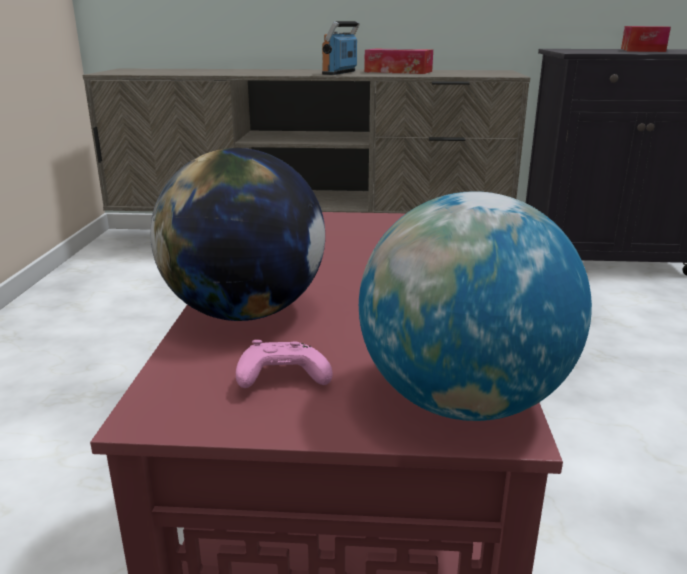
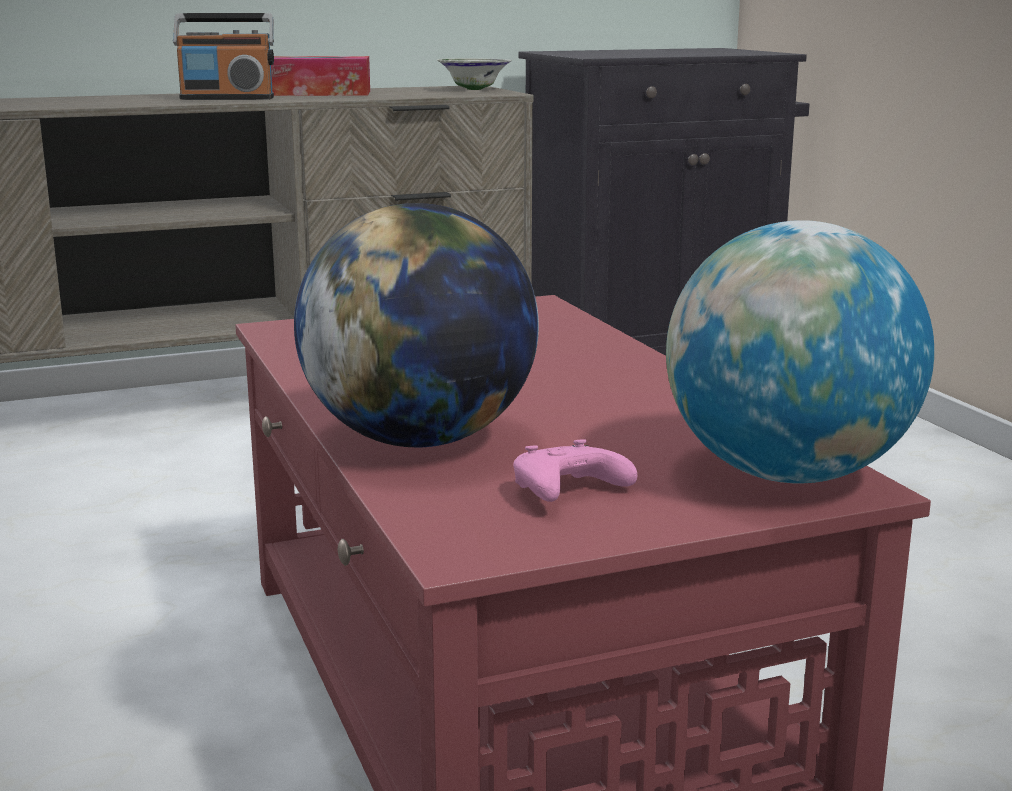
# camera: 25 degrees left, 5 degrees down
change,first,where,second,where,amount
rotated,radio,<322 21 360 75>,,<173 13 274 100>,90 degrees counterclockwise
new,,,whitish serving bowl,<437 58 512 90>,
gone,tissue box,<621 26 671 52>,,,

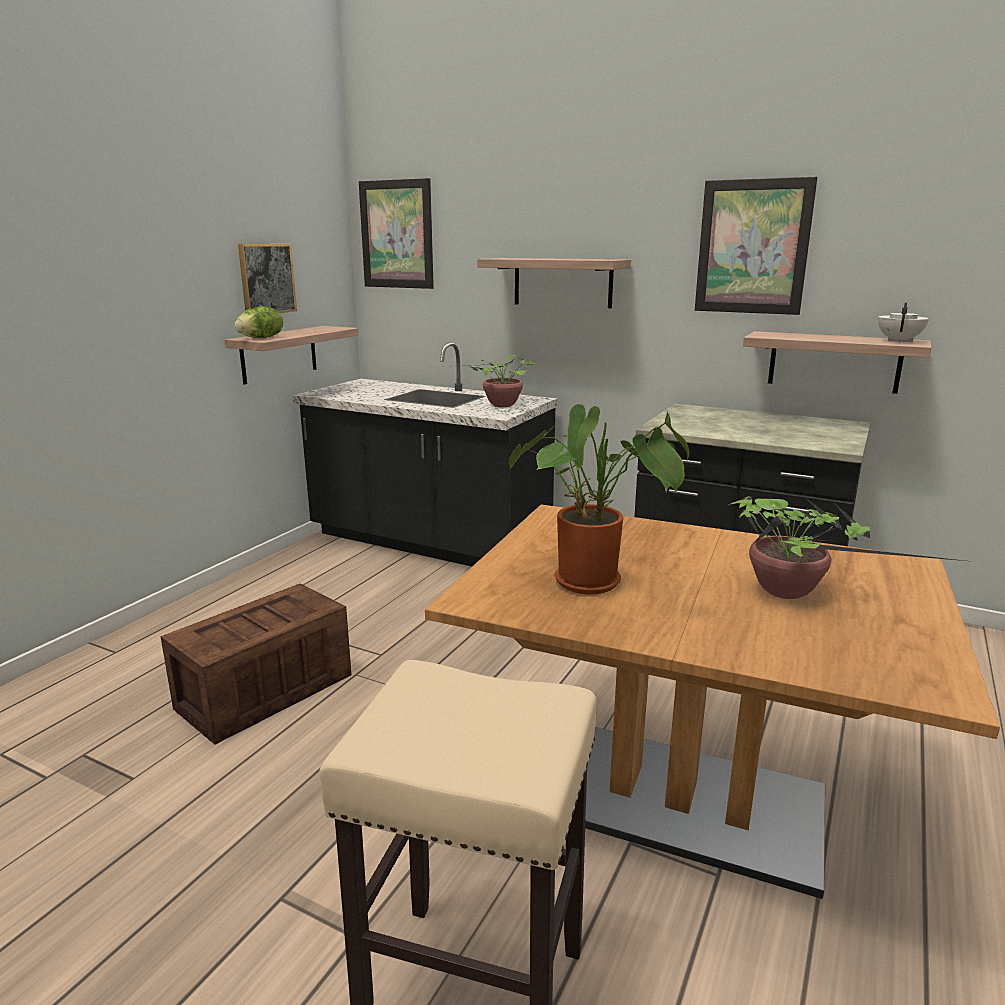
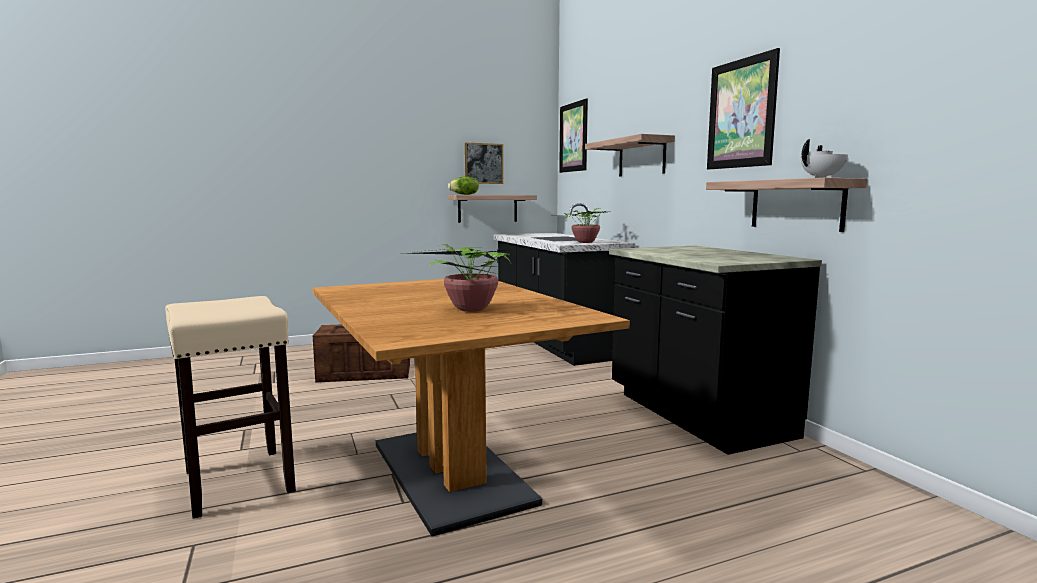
# camera: 40 degrees right, 10 degrees down
change,first,where,second,where,amount
gone,plant in a pot,<509 404 690 595>,,,

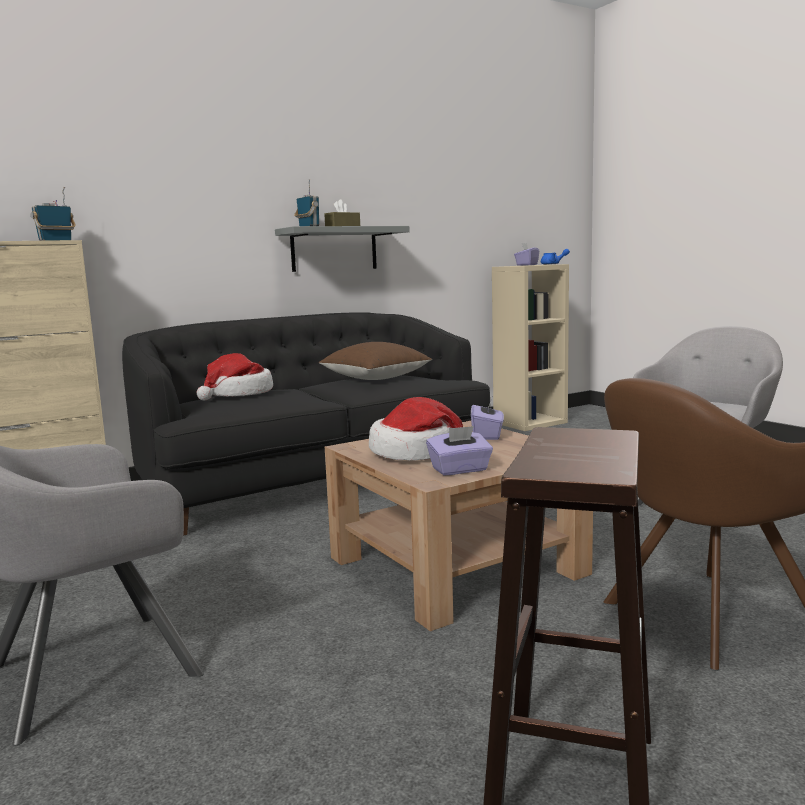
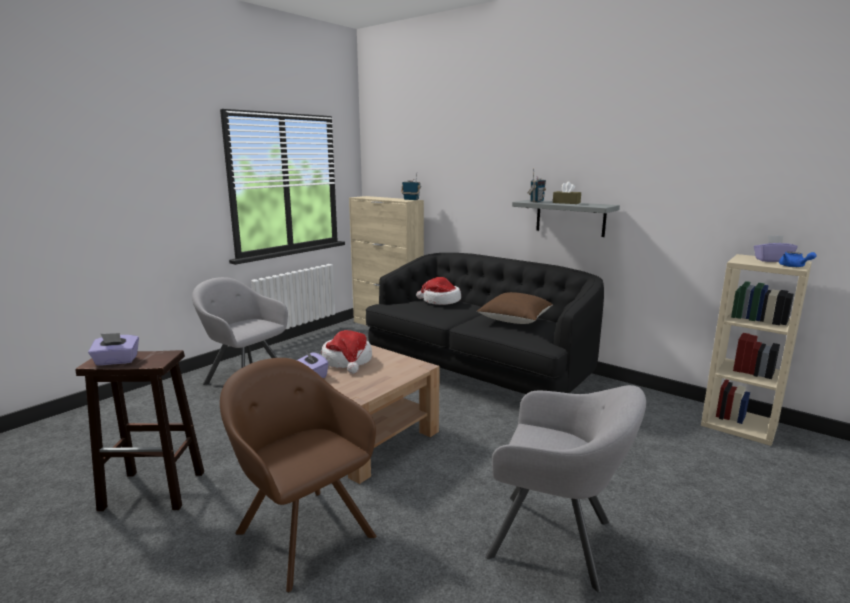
# camera: 70 degrees right, 5 degrees up
change,first,where,second,where,amount
shifted,purple-coloured tissue box,<471 399 504 440>,,<88 333 139 365>,

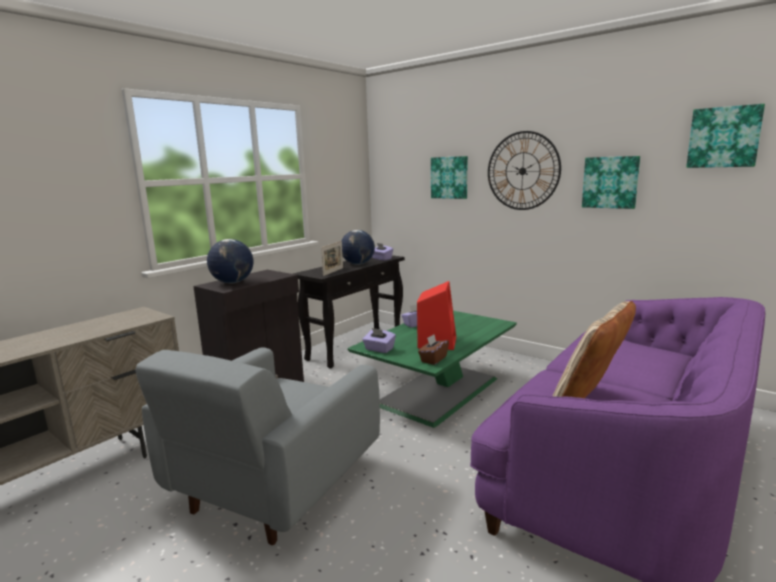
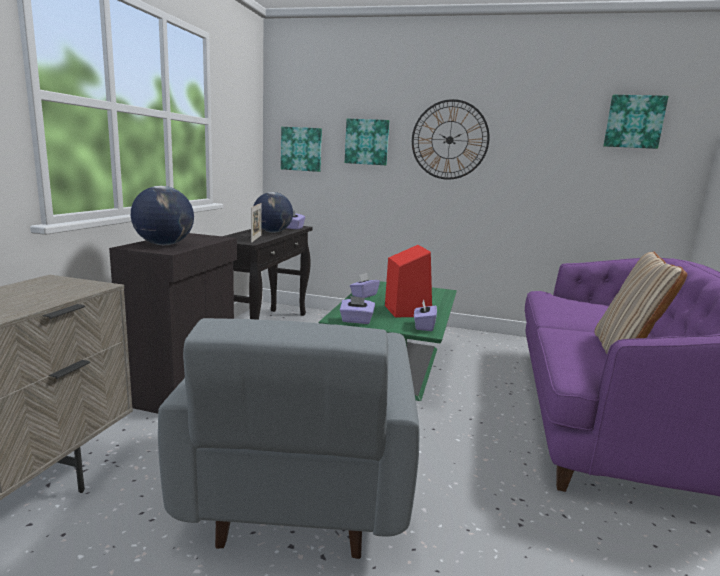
# camera: 25 degrees left, 0 degrees up
change,first,where,second,where,amount
shifted,picture,<582 156 640 209>,,<281 127 322 172>,
repainted,brown tissue box,<418 334 449 365>,purple-coloured tissue box,<414 300 437 331>,

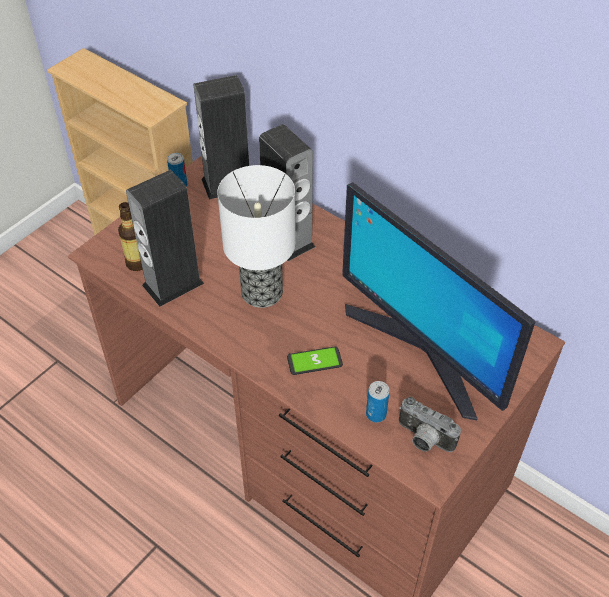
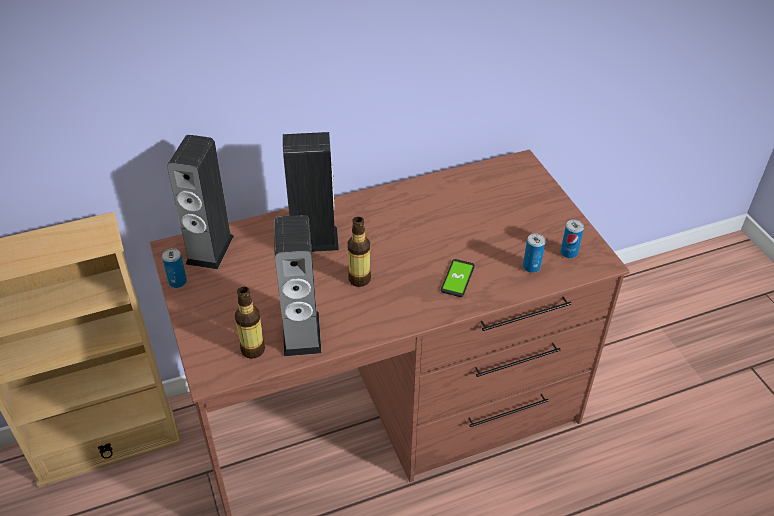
# camera: 60 degrees left, 5 degrees down
change,first,where,second,where,amount
swapped,table lamp,<217 165 296 308>,bottle,<347 217 371 287>,
swapped,photo camera,<399 397 461 452>,metal can,<561 220 584 258>,
gone,computer screen,<342 182 535 420>,,,

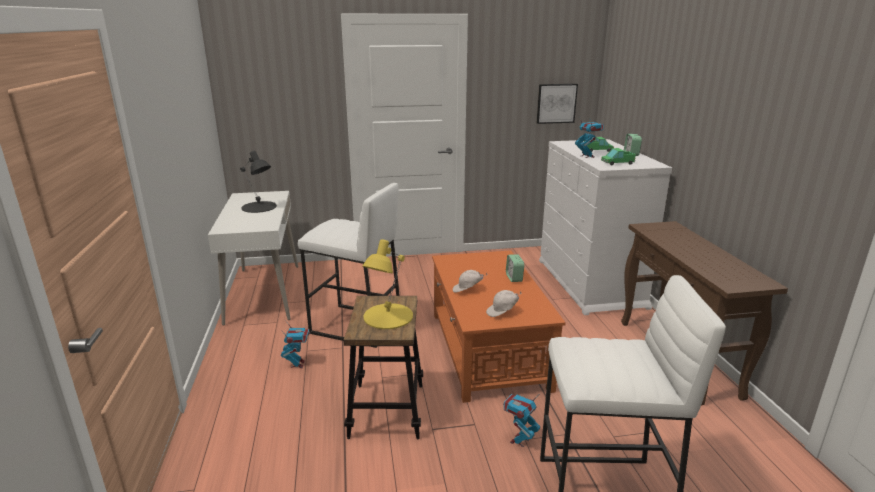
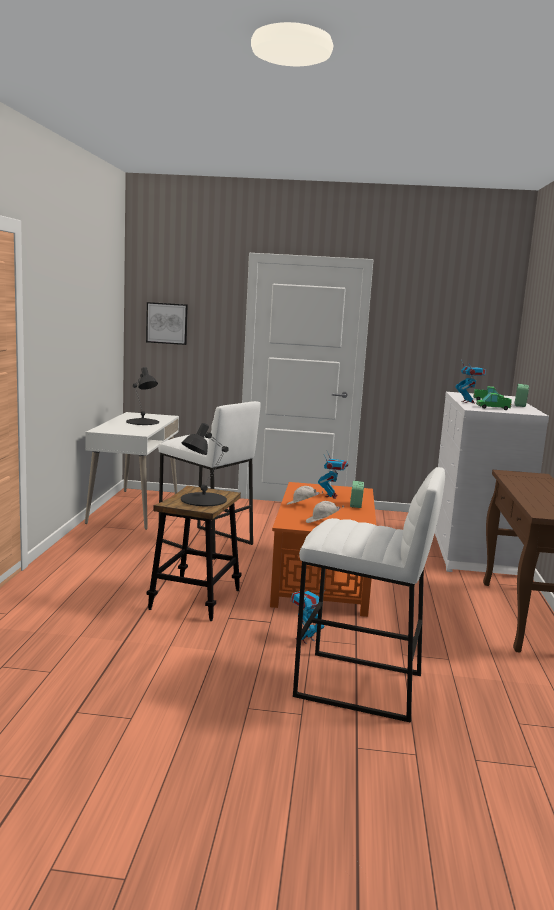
# camera: 15 degrees right, 10 degrees down
change,first,where,second,where,amount
shifted,picture,<537 84 578 124>,,<146 302 188 345>,
repainted,yellowish table lamp,<362 239 413 329>,blackish table lamp,<181 423 229 506>,
shifted,robot figure,<281 320 310 368>,,<318 452 348 499>,

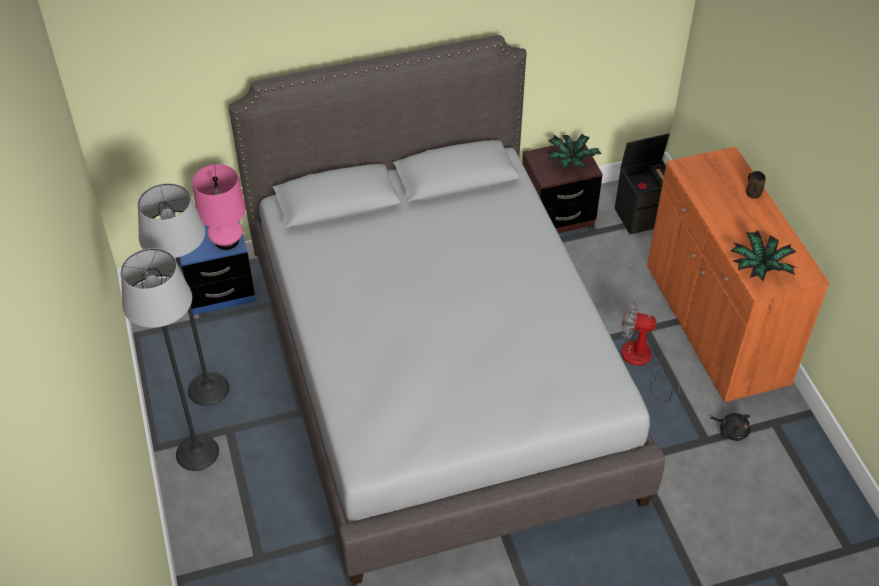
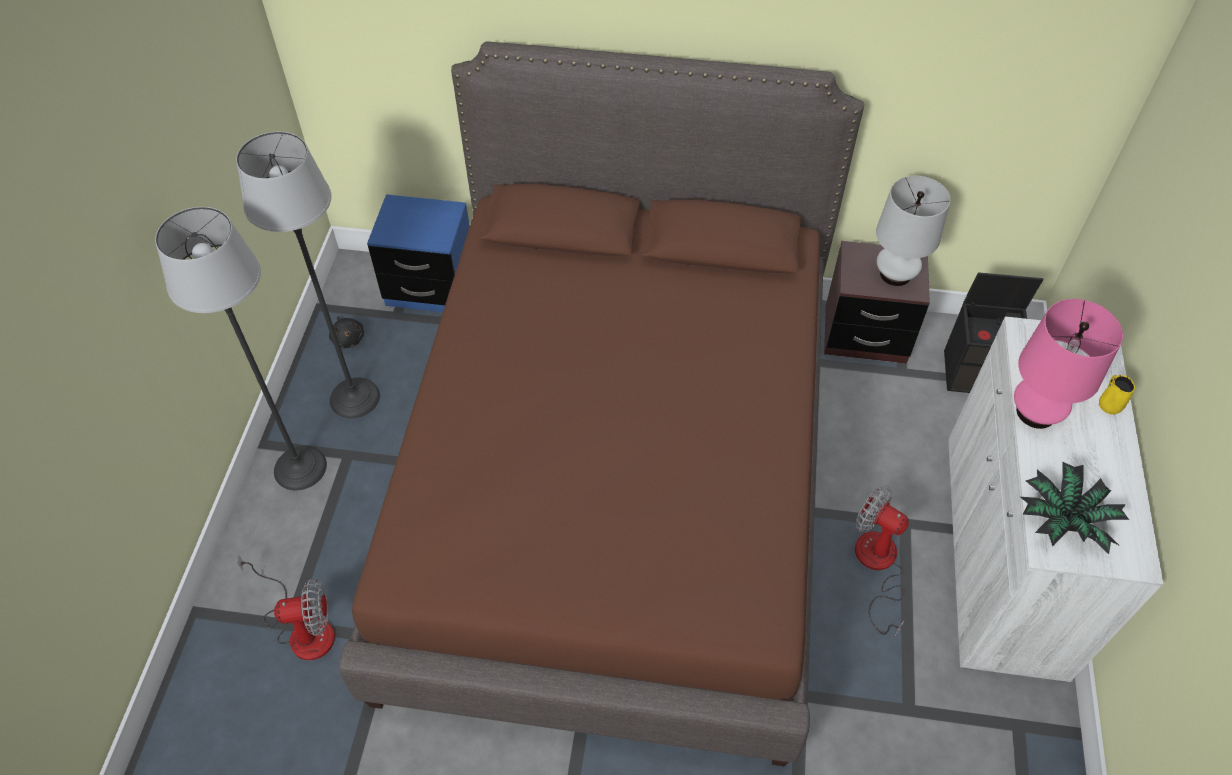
# camera: 25 degrees right, 5 degrees up
change,first,where,second,where,amount
new,,,cooling fan,<237 554 335 660>,
shifted,blackish soft toy,<710 413 750 441>,,<329 317 364 348>,
repainted,gray bedroom bed,<229 35 665 585>,brown bedroom bed,<339 42 864 766>,
swapped,plant in a pot,<545 134 602 171>,whitish table lamp,<876 176 950 286>,
repainted,orange-coloured cabinet,<647 146 830 403>,whitish cabinet,<948 316 1163 682>,
shifted,pinkish table lamp,<192 164 246 250>,,<1014 299 1123 429>,
repainted,brown tea mug,<746 171 766 199>,yellowish tea mug,<1099 375 1135 415>,

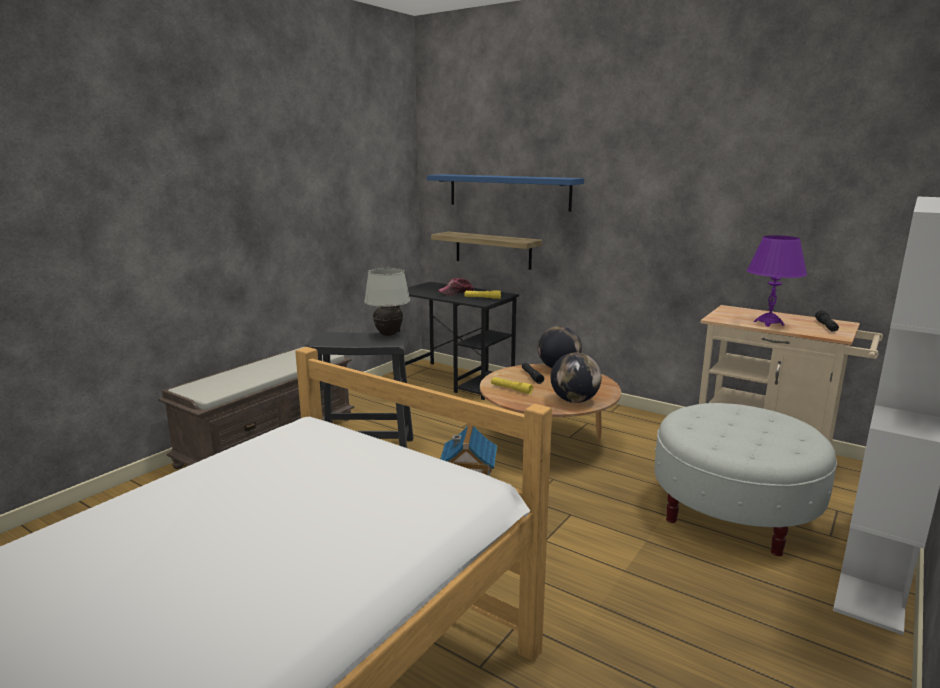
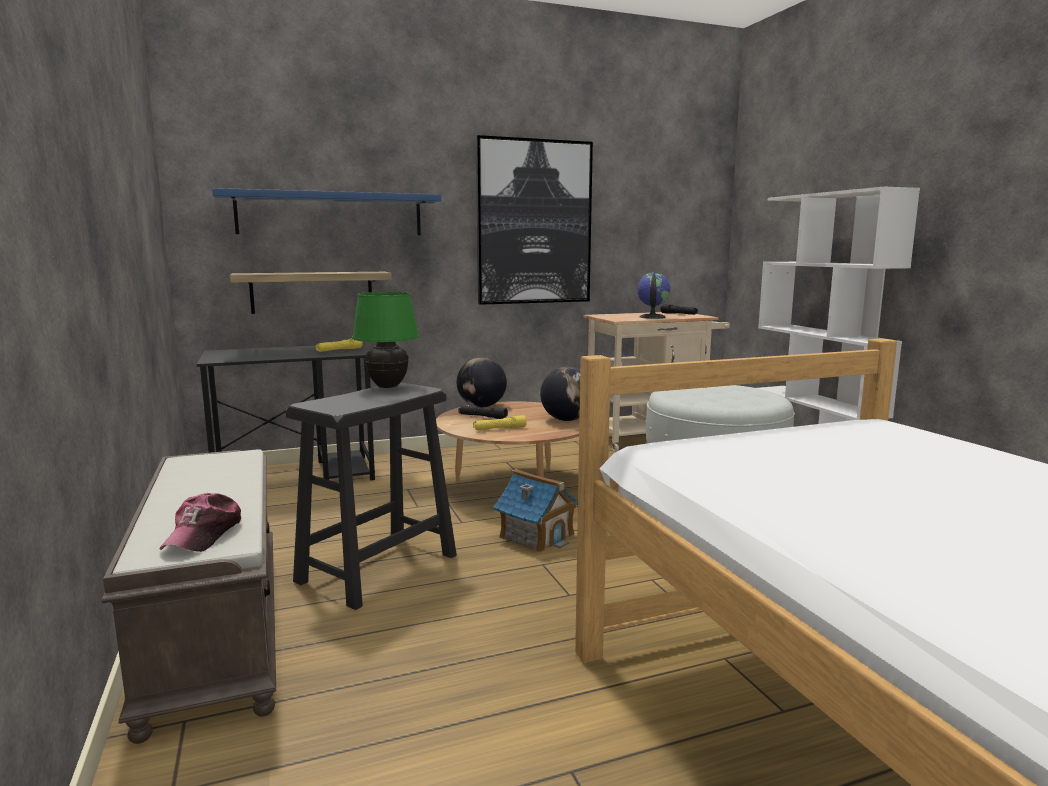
# camera: 55 degrees left, 5 degrees down
change,first,where,second,where,amount
shifted,cap,<438 278 474 296>,,<159 493 241 552>,
repainted,whitish table lamp,<364 268 410 336>,greenish table lamp,<352 292 419 388>,
new,,,picture,<476 135 593 305>,
swapped,purple-coloured table lamp,<747 235 807 327>,globe,<637 272 671 319>,

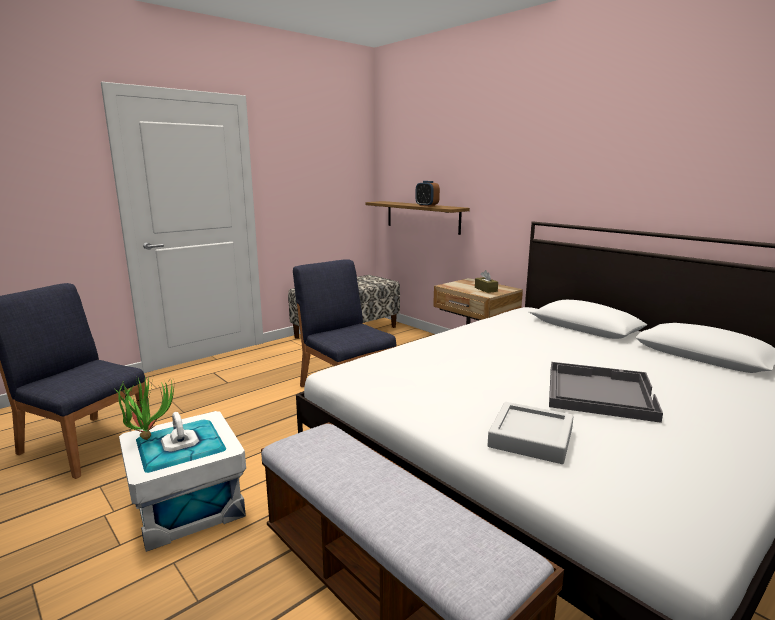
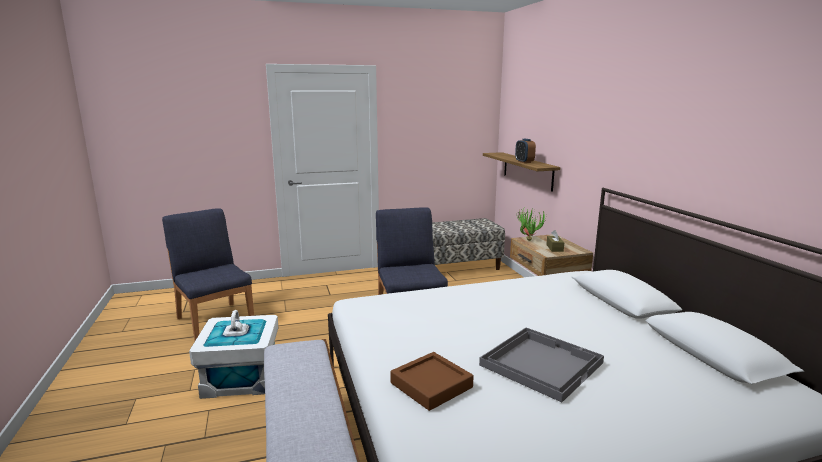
# camera: 25 degrees right, 0 degrees up
change,first,where,second,where,amount
repainted,gray tray,<488 402 574 464>,brown tray,<390 352 474 411>,
shifted,plant in a pot,<115 376 174 440>,,<516 209 547 241>,

